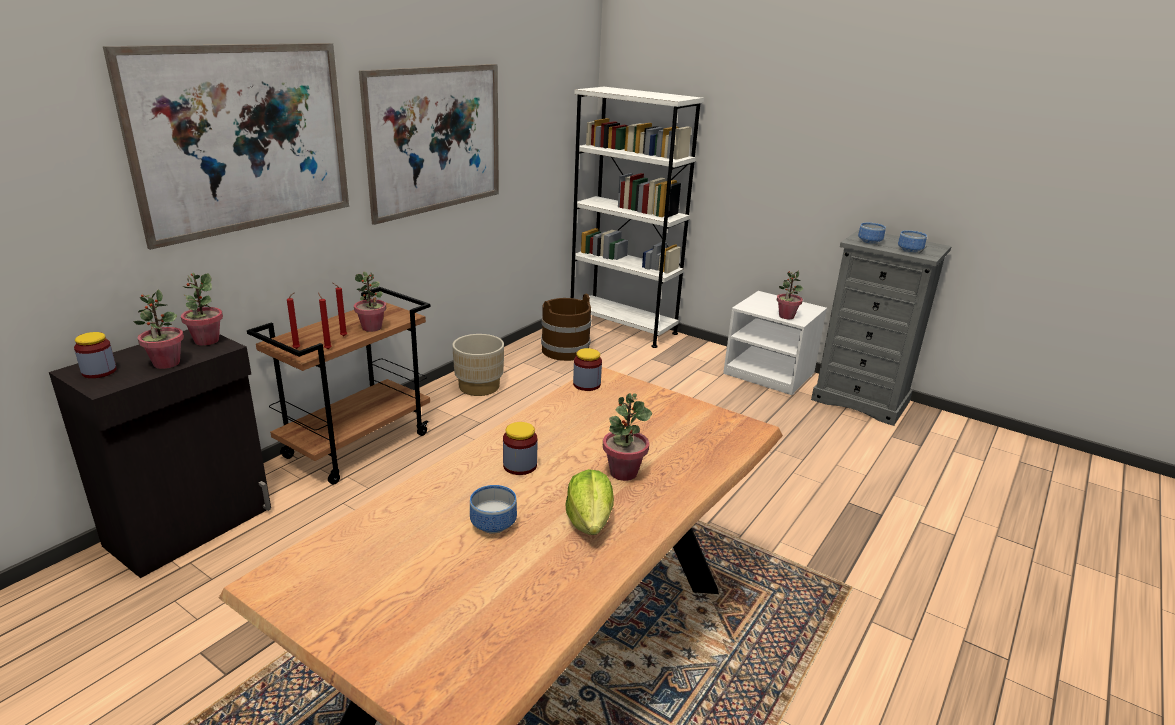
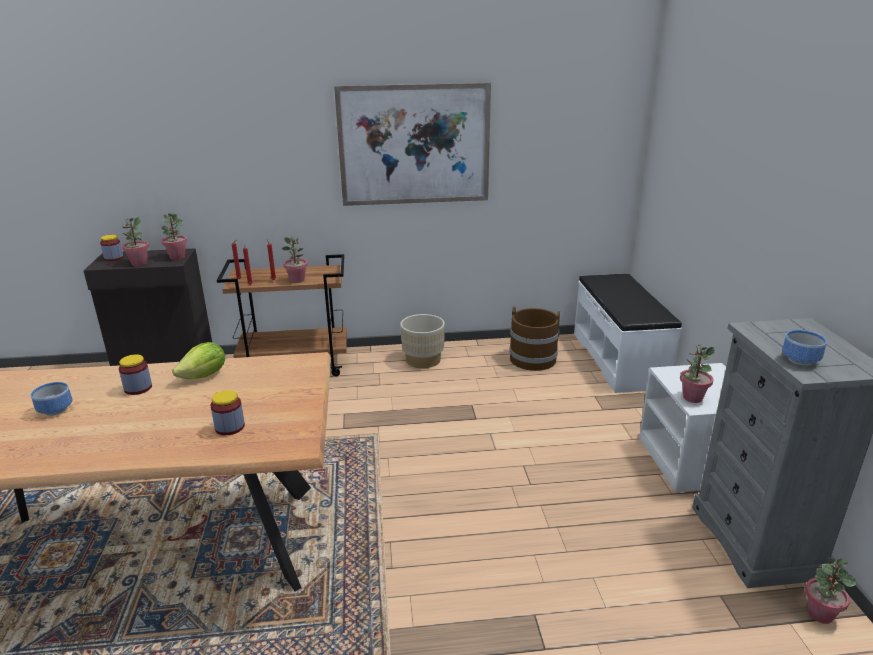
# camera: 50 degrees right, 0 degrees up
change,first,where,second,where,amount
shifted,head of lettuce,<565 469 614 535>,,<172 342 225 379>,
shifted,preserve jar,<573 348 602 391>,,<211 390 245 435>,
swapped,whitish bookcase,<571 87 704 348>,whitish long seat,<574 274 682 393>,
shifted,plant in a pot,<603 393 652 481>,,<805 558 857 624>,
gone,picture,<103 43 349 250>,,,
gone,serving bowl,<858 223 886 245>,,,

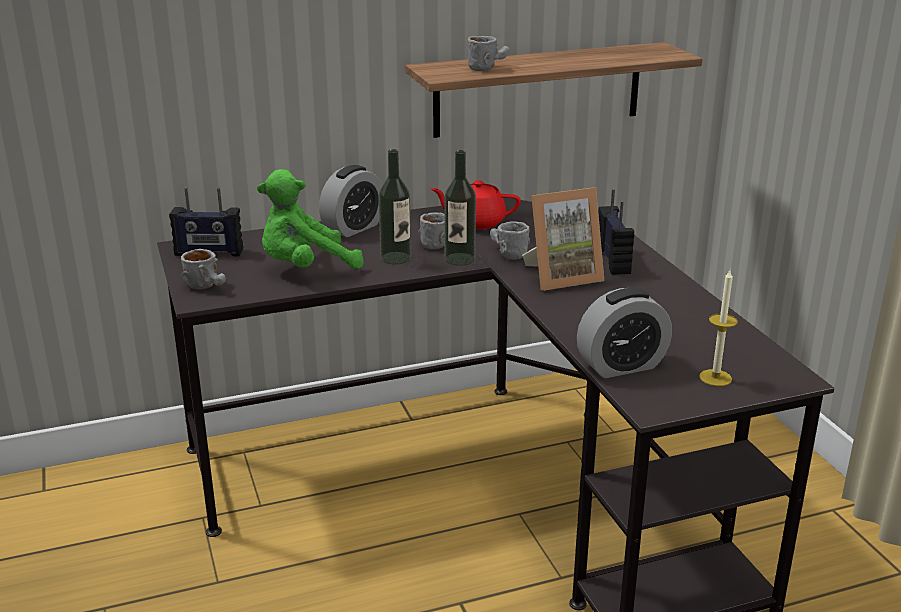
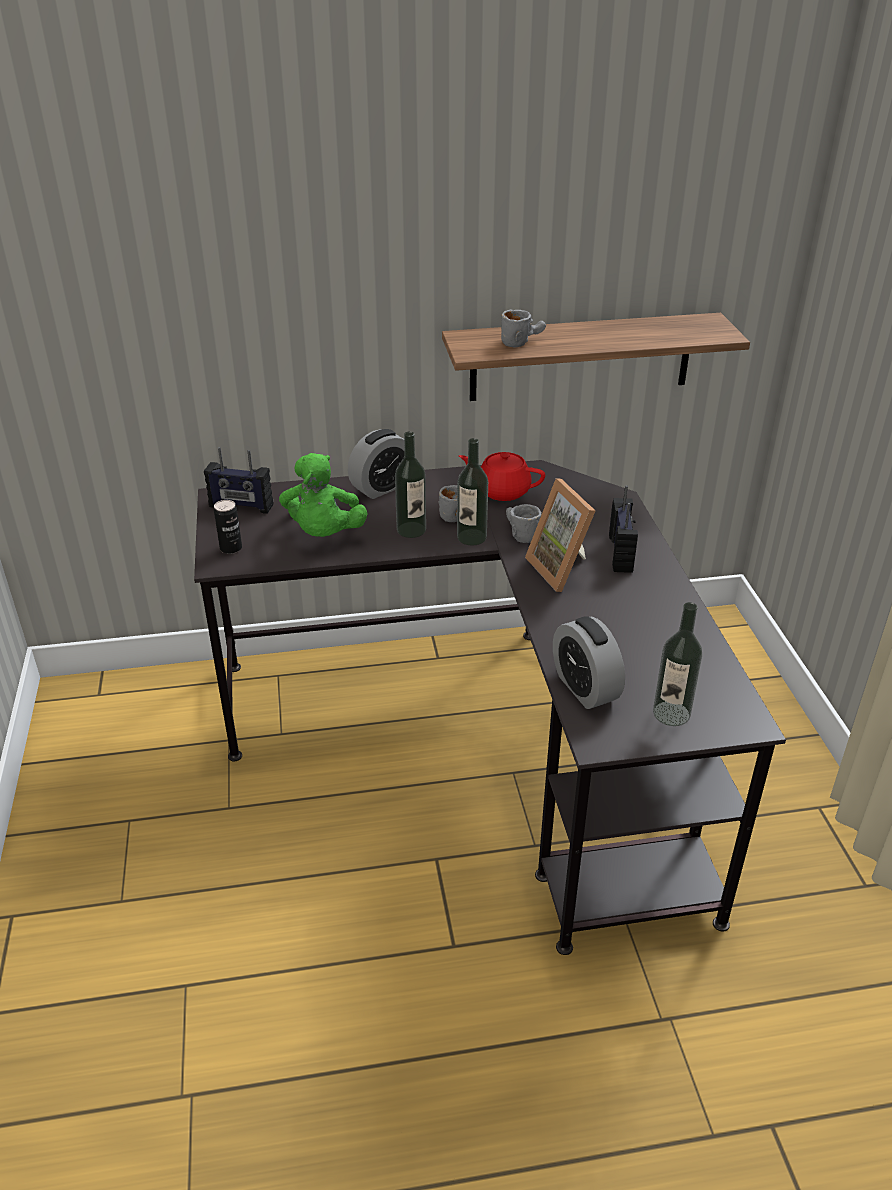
# camera: 10 degrees right, 10 degrees up
change,first,where,second,where,amount
swapped,gray tea mug,<181 249 226 290>,metal can,<214 500 242 554>,
rotated,greenish soft toy,<257 169 364 269>,,<279 453 368 537>,75 degrees counterclockwise
rotated,photo frame,<522 187 604 291>,,<525 478 595 592>,75 degrees clockwise
rotated,alarm clock,<577 288 672 378>,,<553 616 625 709>,75 degrees clockwise
swapped,wax candle,<699 270 738 386>,bottle,<653 602 702 726>,

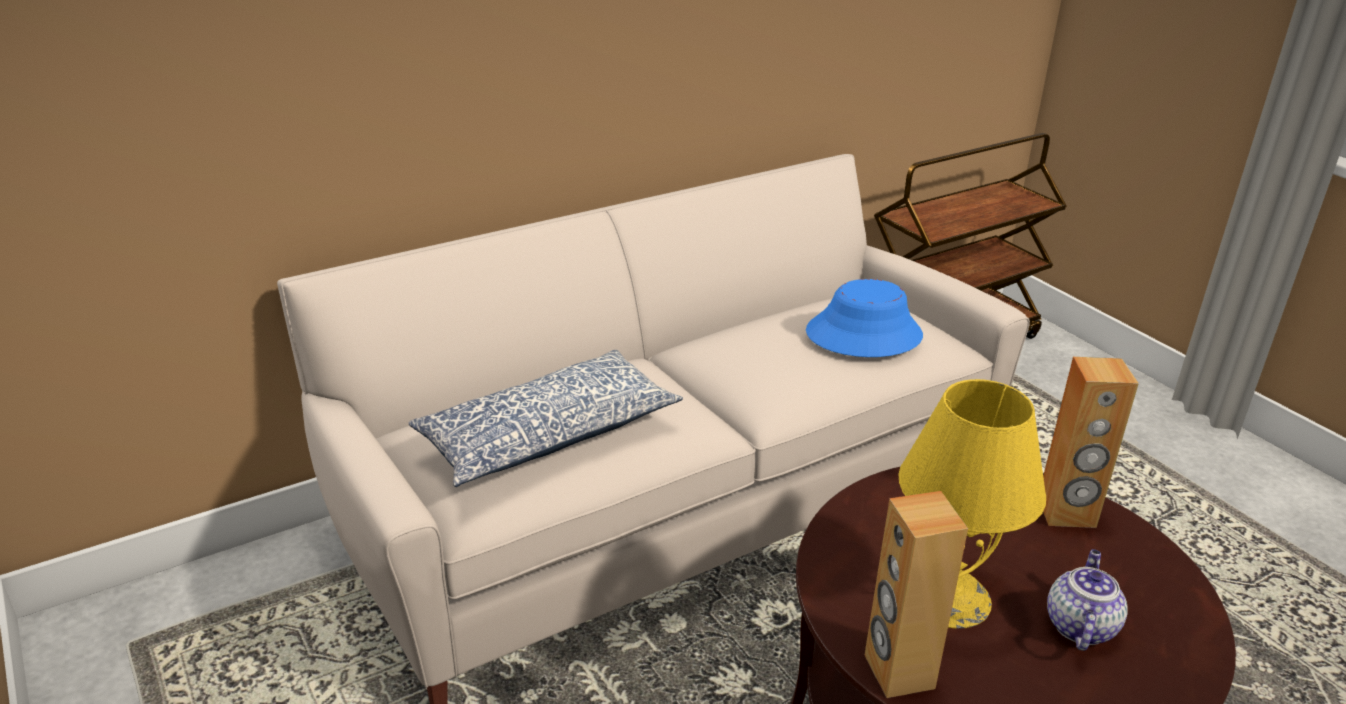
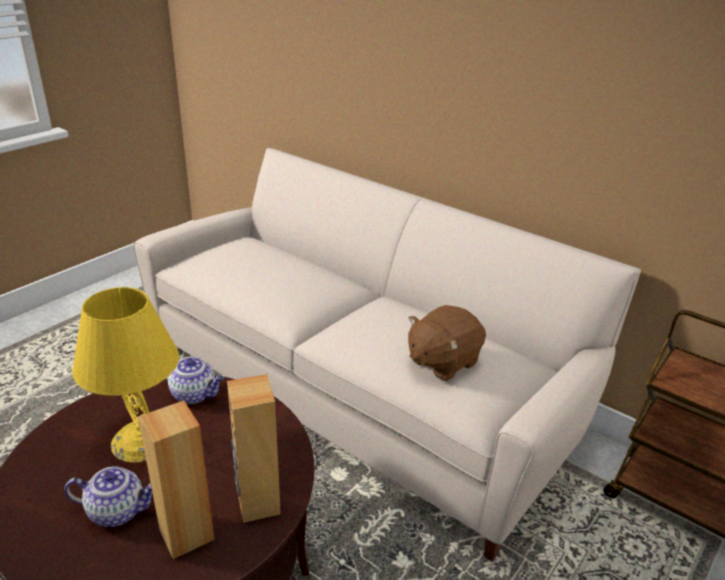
# camera: 70 degrees right, 0 degrees up
change,first,where,second,where,amount
shifted,brown audio speaker,<864 491 968 698>,,<138 400 214 559>,
new,,,teapot,<166 357 224 404>,
swapped,bluish wearable hat,<806 279 923 357>,brown soft toy,<408 305 486 382>,
gone,pillow,<409 350 683 487>,,,

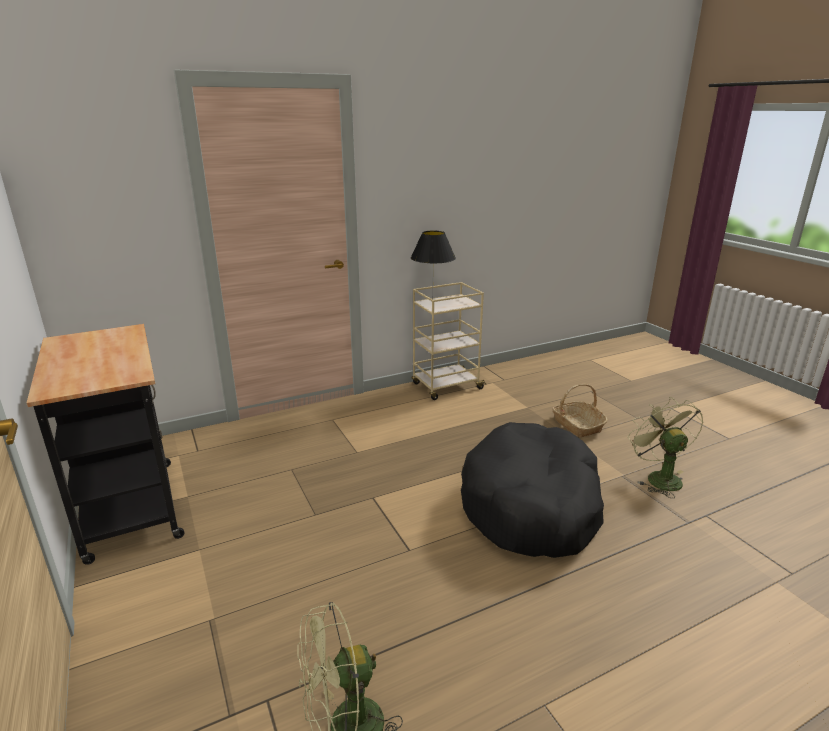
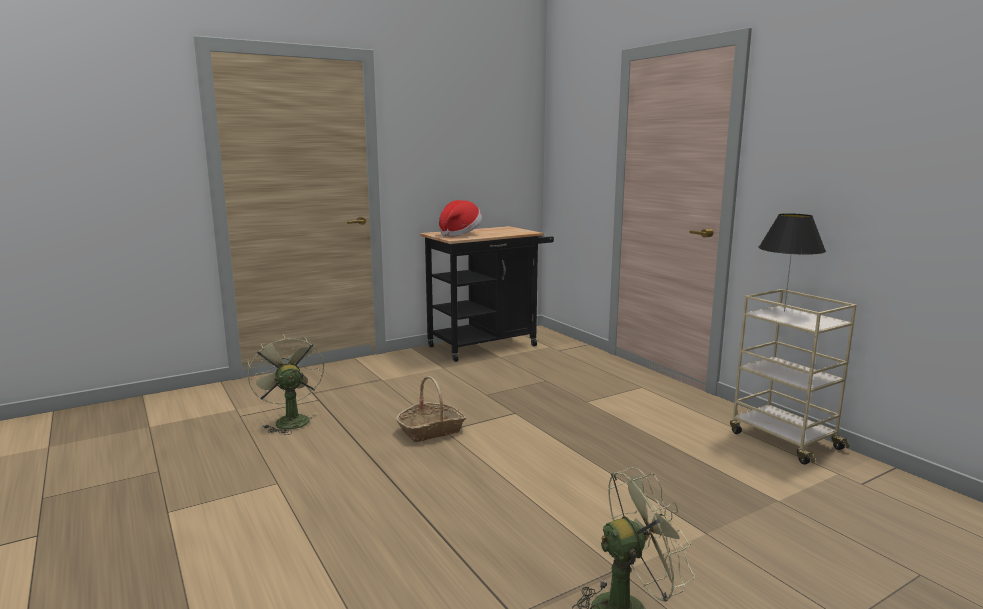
# camera: 85 degrees right, 10 degrees down
change,first,where,second,where,amount
shifted,household basket,<552 384 608 437>,,<396 376 466 442>,
new,,,wearable hat,<439 200 482 237>,
gone,blackish pet bed,<461 422 604 558>,,,

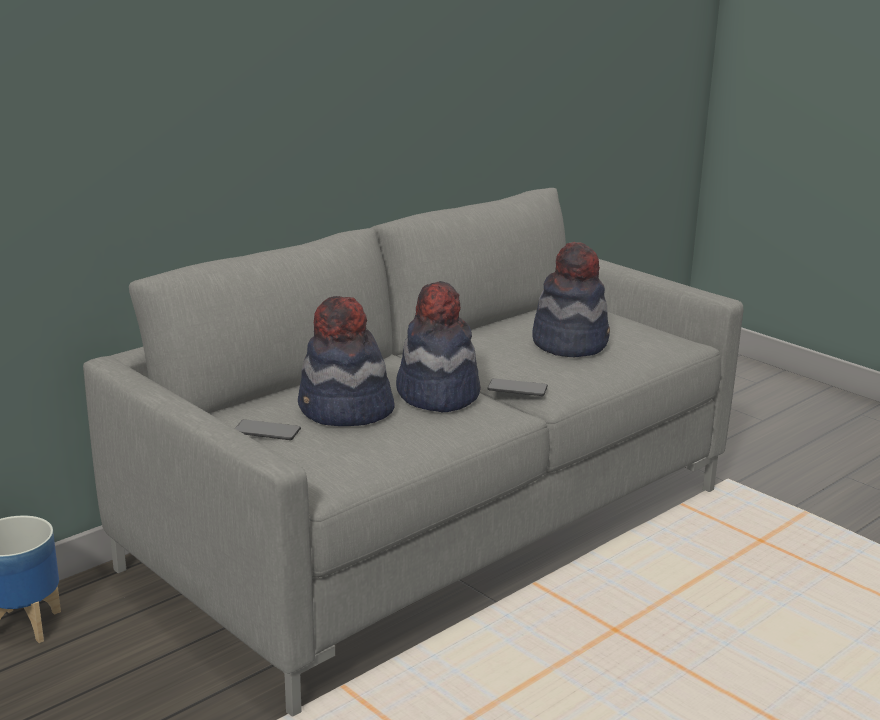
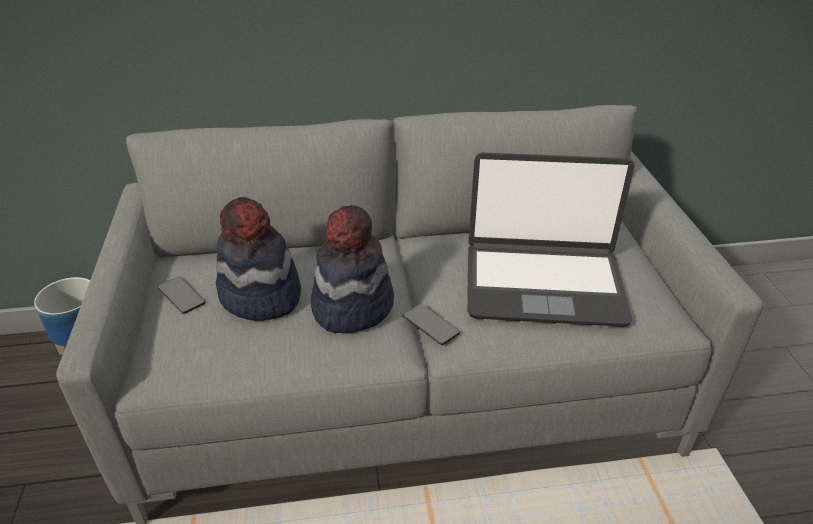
# camera: 35 degrees right, 15 degrees up
change,first,where,second,where,amount
swapped,wearable hat,<532 242 610 357>,portable computer,<467 152 634 327>,

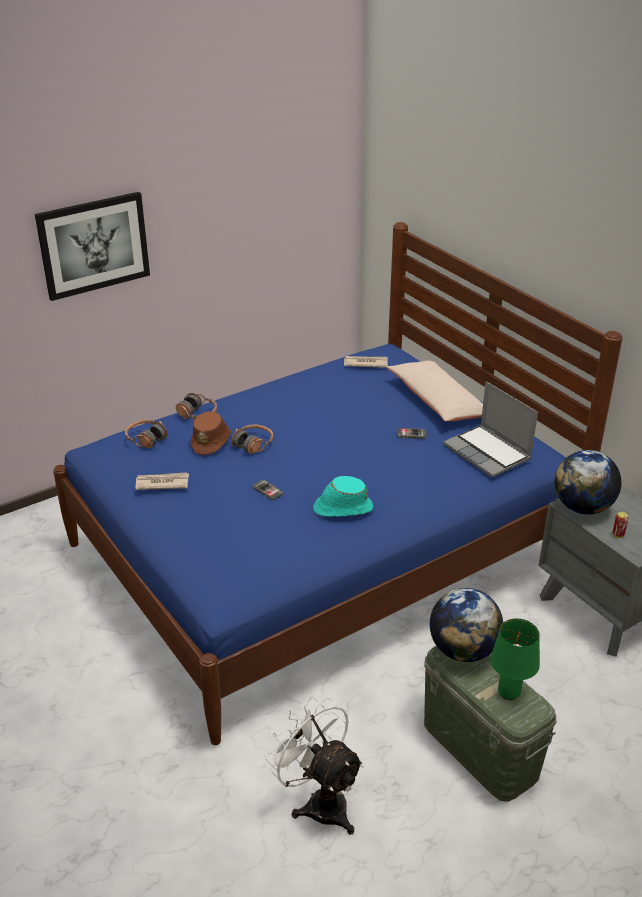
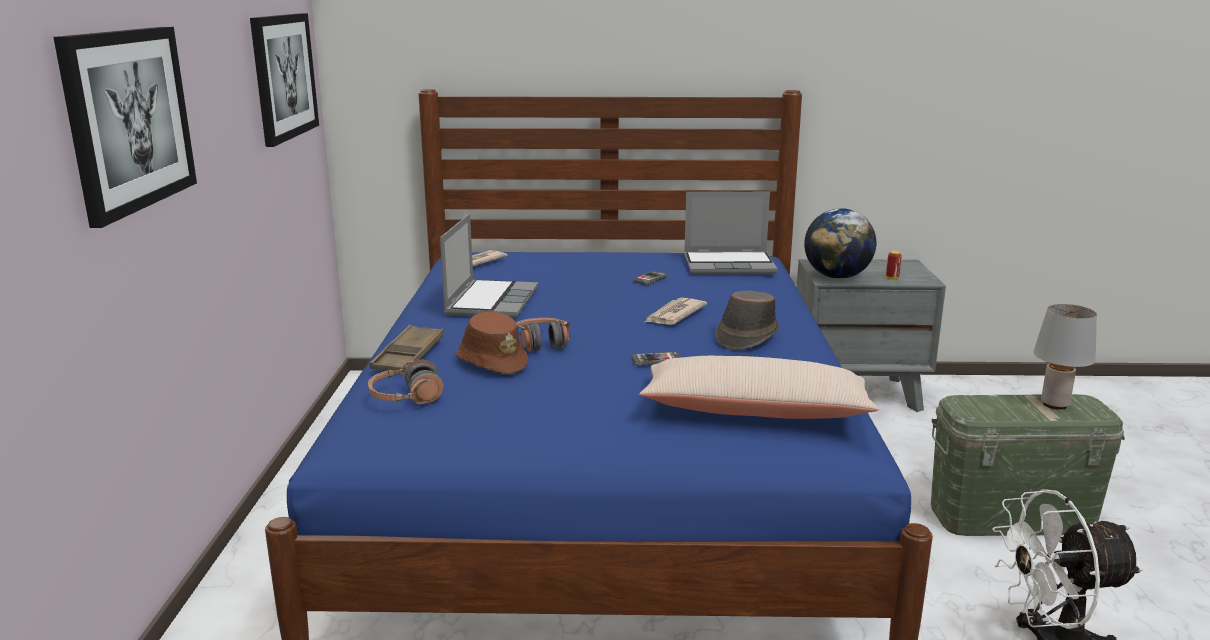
# camera: 55 degrees left, 15 degrees down
change,first,where,second,where,amount
new,,,picture,<250 13 319 147>,
swapped,pair of headphones,<176 393 217 419>,brown tray,<370 325 444 372>,
new,,,portable computer,<440 214 538 318>,
shifted,beige pillow,<387 361 483 421>,,<639 356 879 419>,
shifted,printed paper,<135 472 189 490>,,<645 298 707 325>,
repainted,turquoise-coloured wearable hat,<313 476 373 517>,brown wearable hat,<715 290 779 350>,
repainted,greenish table lamp,<490 619 540 700>,gray table lamp,<1033 304 1097 410>,
gone,globe,<430 588 503 662>,,,

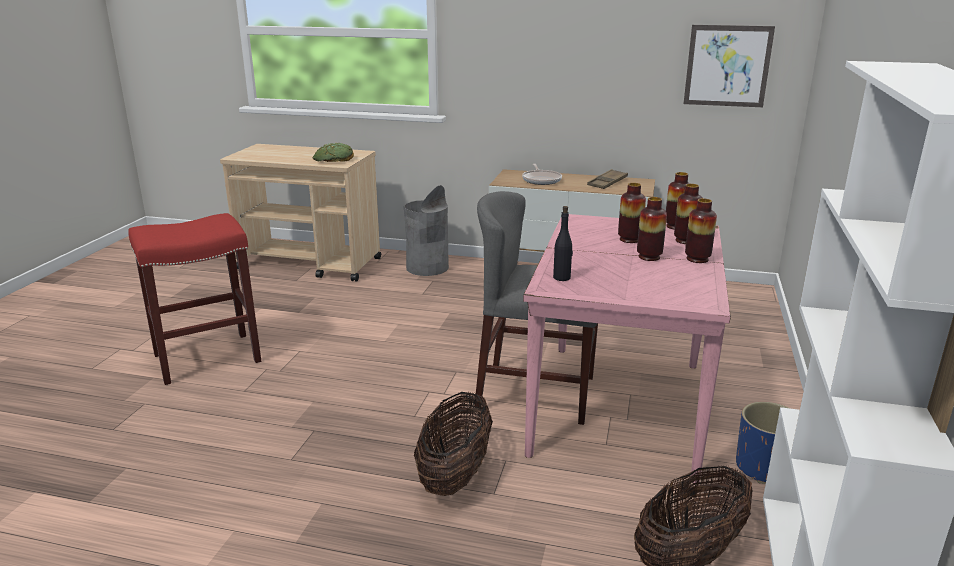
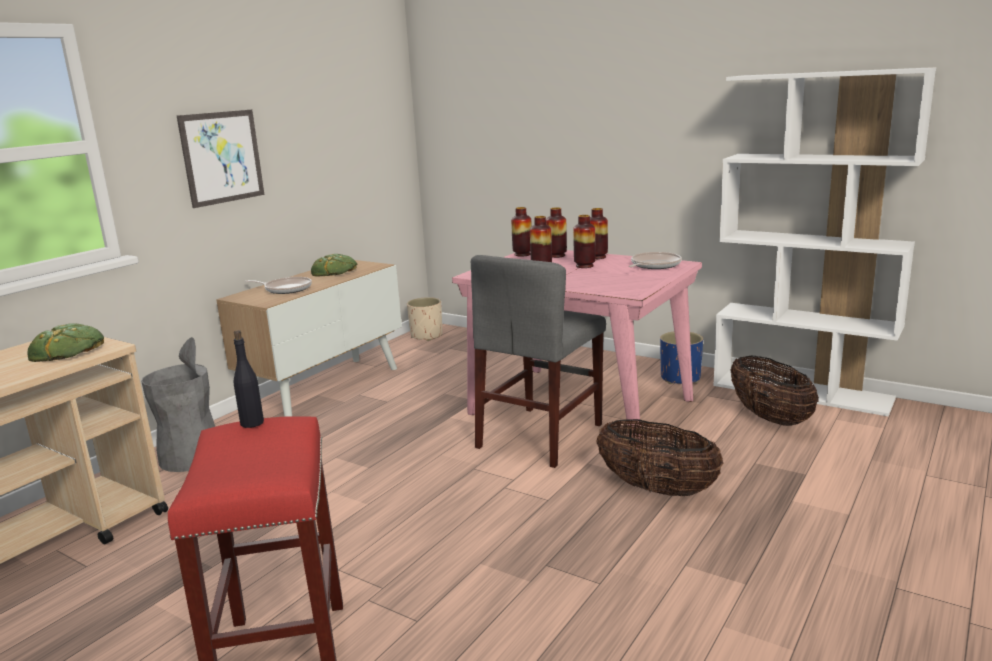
# camera: 70 degrees left, 5 degrees down
change,first,where,second,where,amount
shifted,picture,<684 25 775 107>,,<177 110 265 208>,
shifted,blackish bottle,<553 206 573 281>,,<234 330 264 428>,
swapped,brown tray,<587 169 628 189>,bread,<311 254 357 277>,
new,,,beige flower pot,<407 297 442 341>,
new,,,pan,<629 252 682 269>,

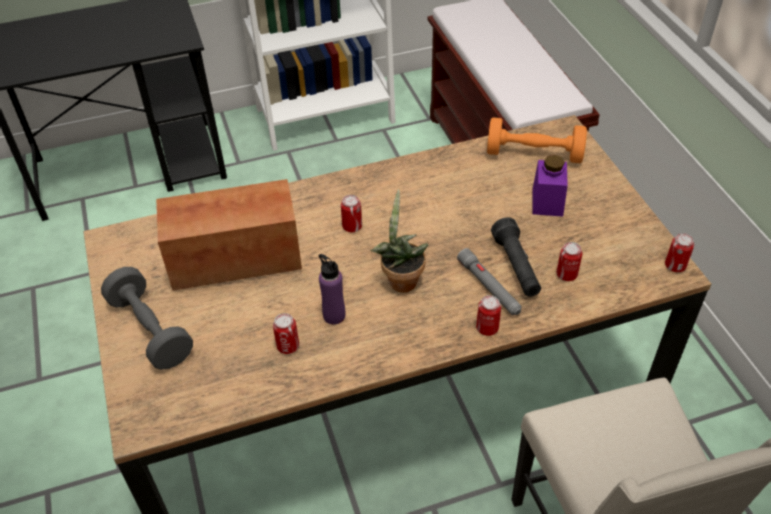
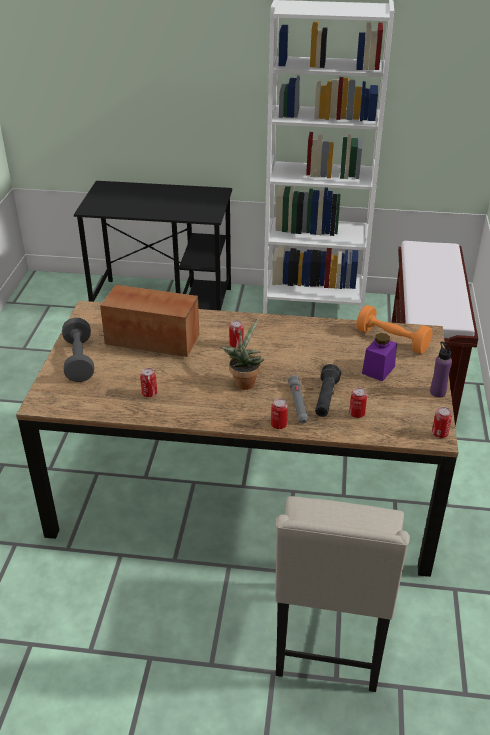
# camera: 25 degrees right, 10 degrees down
change,first,where,second,where,amount
shifted,purple-coloured bottle,<319 254 345 324>,,<430 342 452 398>,

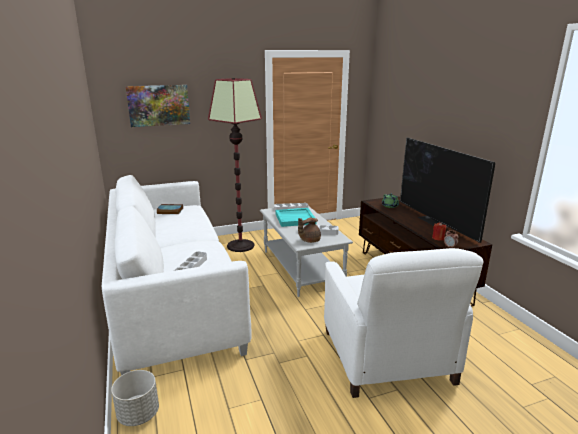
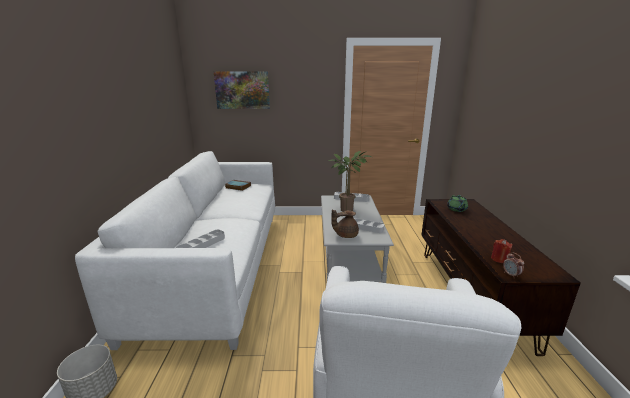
# camera: 20 degrees right, 0 degrees up
change,first,where,second,where,amount
swapped,turquoise-coloured tray,<275 208 316 227>,plant in a pot,<328 151 372 212>,
gone,floor lamp,<208 78 262 252>,,,
gone,television,<400 137 495 243>,,,

